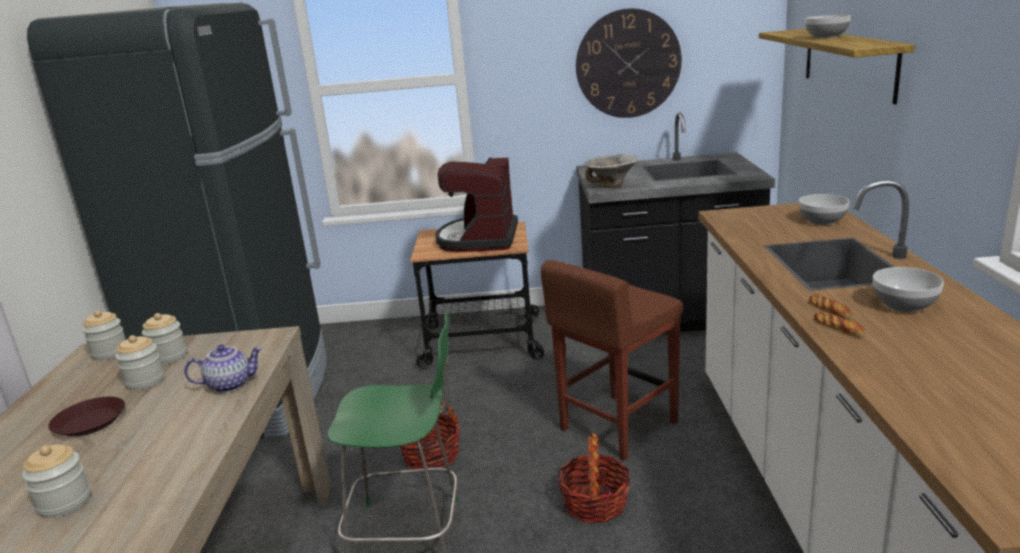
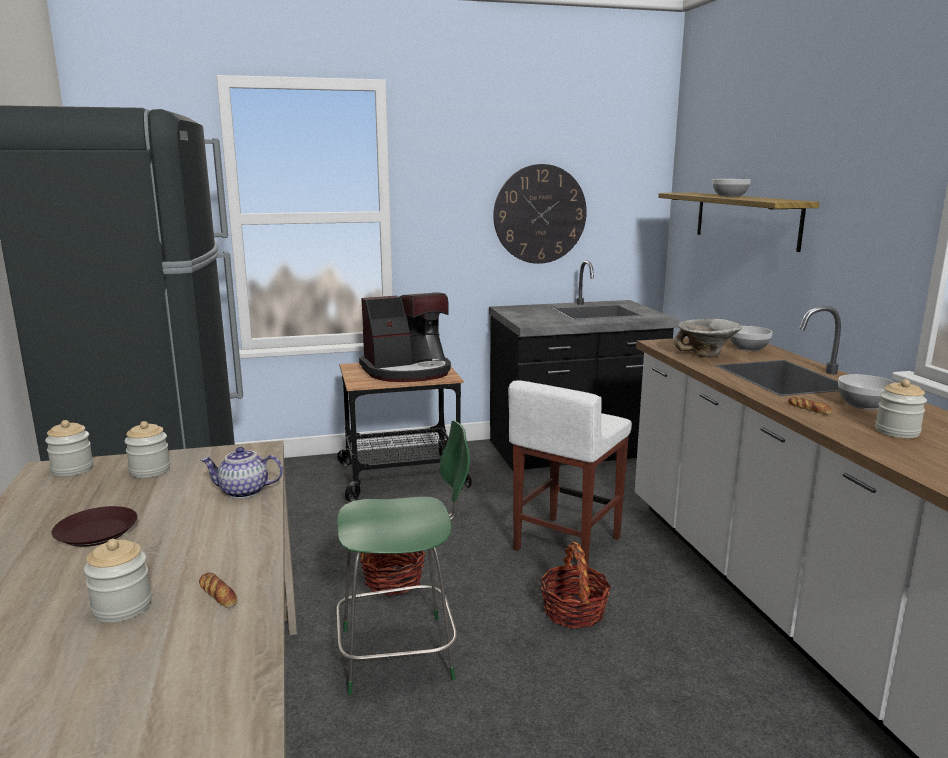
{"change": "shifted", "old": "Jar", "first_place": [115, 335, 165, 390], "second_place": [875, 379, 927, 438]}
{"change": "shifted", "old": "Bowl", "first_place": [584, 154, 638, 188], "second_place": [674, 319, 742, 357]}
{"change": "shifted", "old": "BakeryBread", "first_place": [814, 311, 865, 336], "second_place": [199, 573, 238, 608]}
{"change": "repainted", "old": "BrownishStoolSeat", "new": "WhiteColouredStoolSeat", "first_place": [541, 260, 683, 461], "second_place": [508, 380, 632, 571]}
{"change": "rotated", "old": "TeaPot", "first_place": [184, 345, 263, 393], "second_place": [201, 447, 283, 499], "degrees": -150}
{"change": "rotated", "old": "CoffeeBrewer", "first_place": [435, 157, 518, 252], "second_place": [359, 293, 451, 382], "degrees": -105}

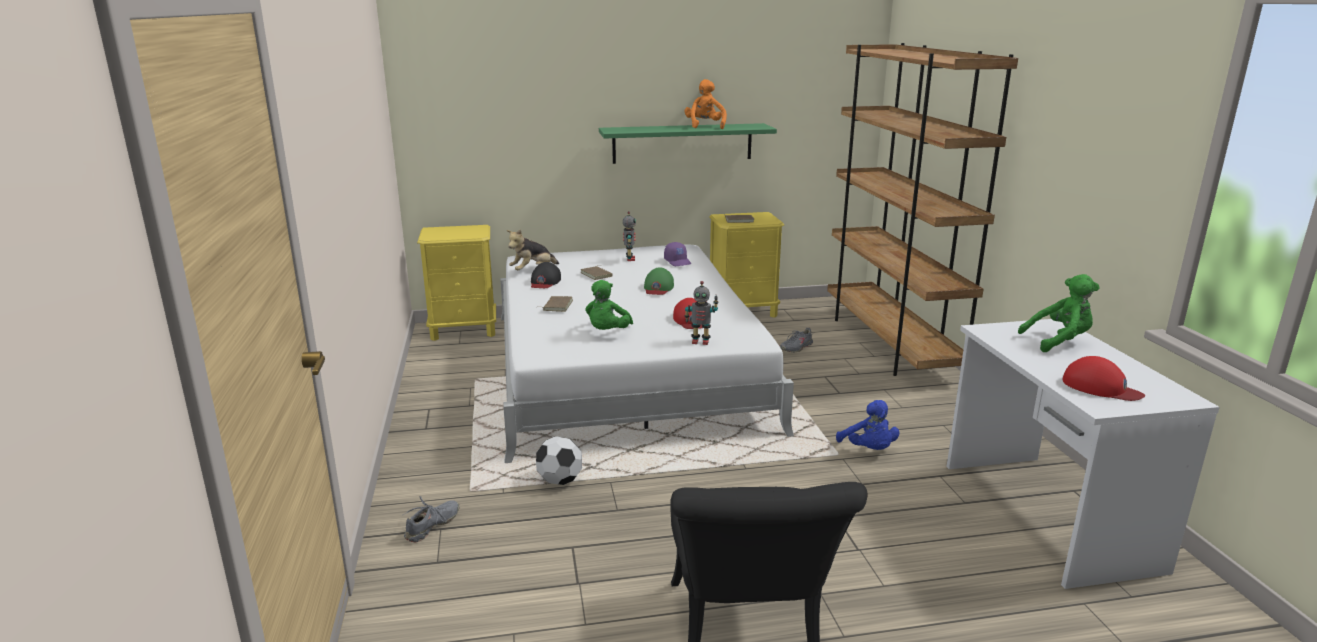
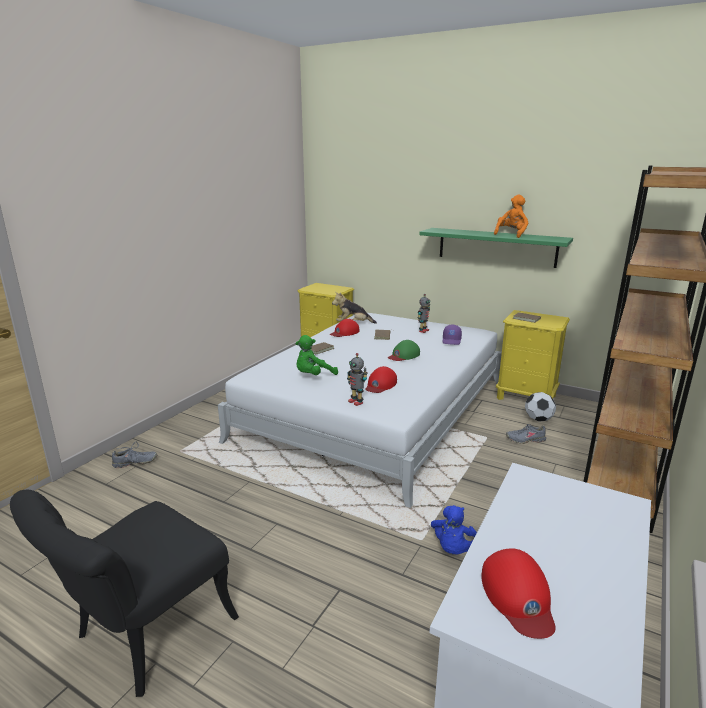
{"change": "gone", "old": "GreenSoftToy", "first_place": [1018, 274, 1099, 352]}
{"change": "shifted", "old": "BallForFootball", "first_place": [536, 436, 582, 485], "second_place": [525, 392, 556, 421]}
{"change": "repainted", "old": "BlackPeakedCap", "new": "RedPeakedCap", "first_place": [531, 262, 561, 288], "second_place": [330, 319, 359, 337]}

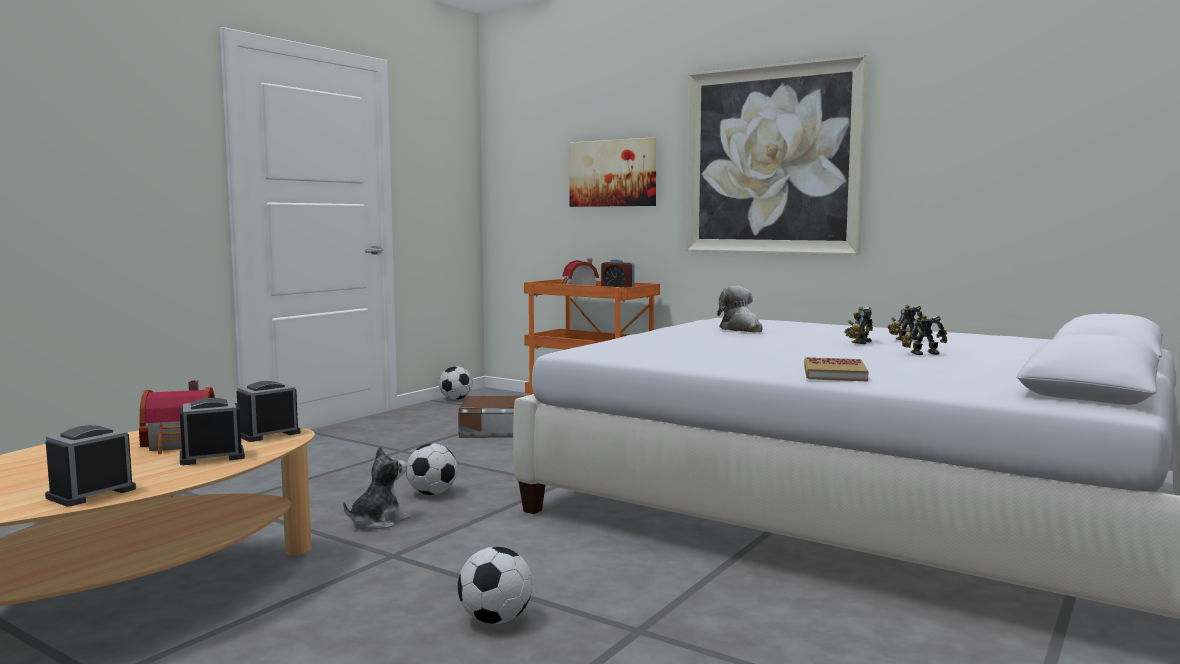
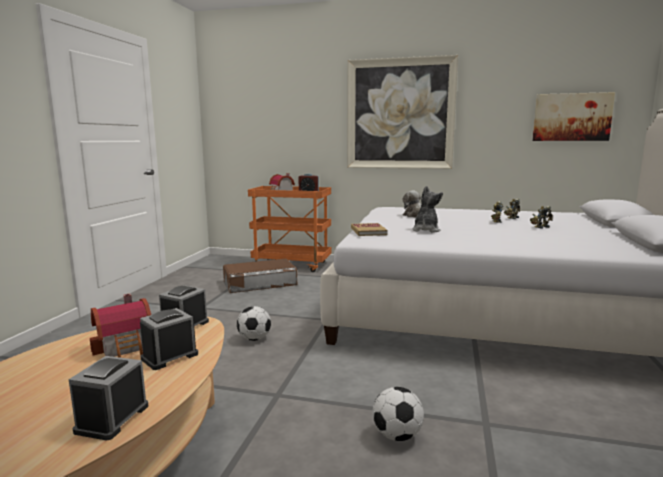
{"change": "gone", "old": "BallForFootball", "first_place": [439, 366, 473, 400]}
{"change": "shifted", "old": "SoftToy", "first_place": [343, 446, 410, 530], "second_place": [412, 186, 443, 233]}
{"change": "shifted", "old": "WallPicture", "first_place": [569, 137, 657, 207], "second_place": [532, 92, 615, 141]}
{"change": "shifted", "old": "BoundBook", "first_place": [804, 357, 868, 382], "second_place": [351, 223, 388, 236]}

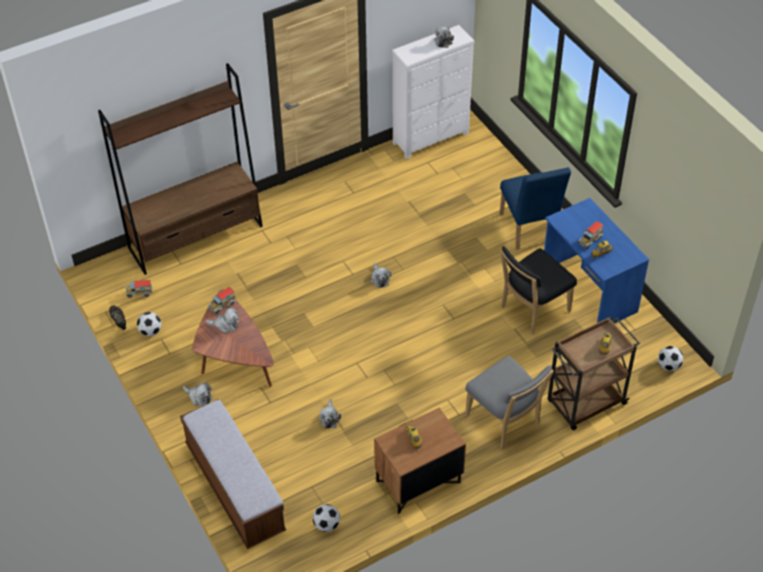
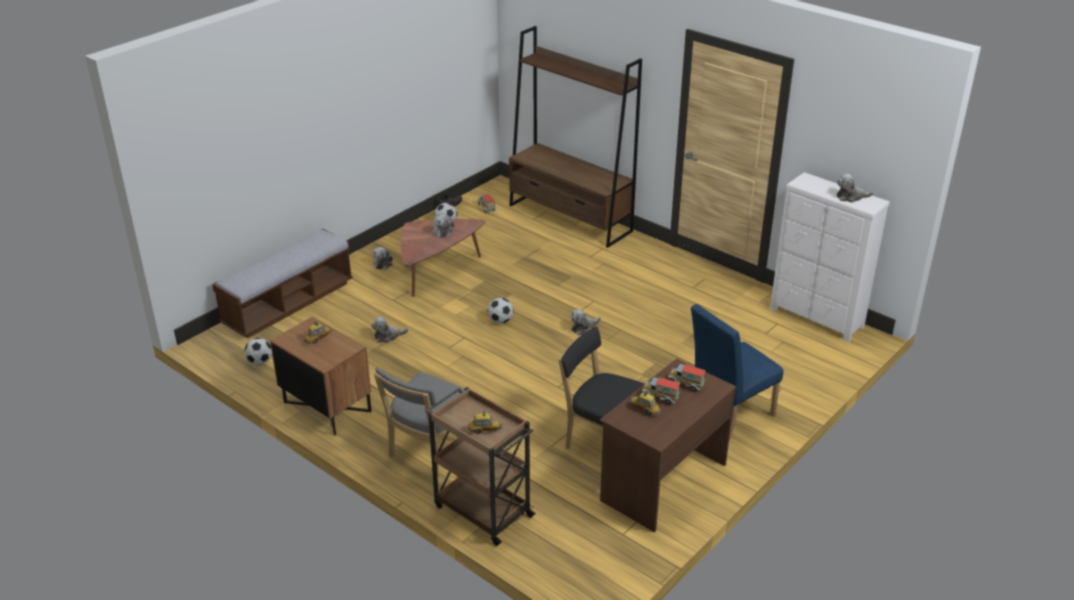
{"change": "shifted", "old": "ToyLorry", "first_place": [208, 287, 236, 314], "second_place": [668, 364, 706, 391]}
{"change": "shifted", "old": "BallForFootball", "first_place": [658, 346, 683, 371], "second_place": [487, 298, 514, 324]}
{"change": "repainted", "old": "BluishDeskUnit", "new": "BrownishDeskUnit", "first_place": [544, 198, 649, 324], "second_place": [600, 358, 736, 532]}

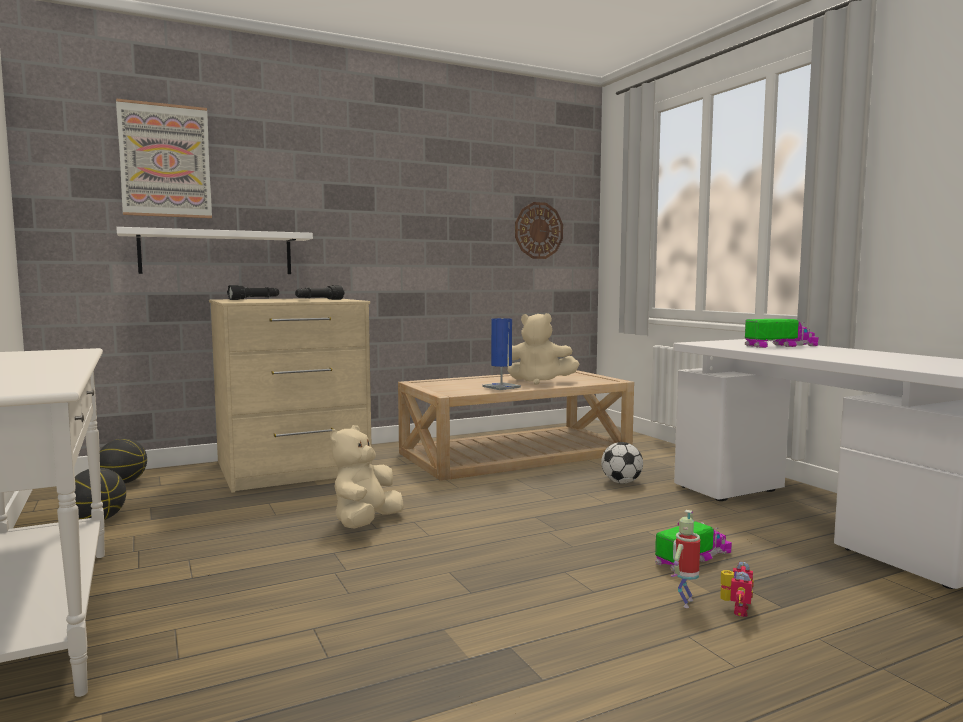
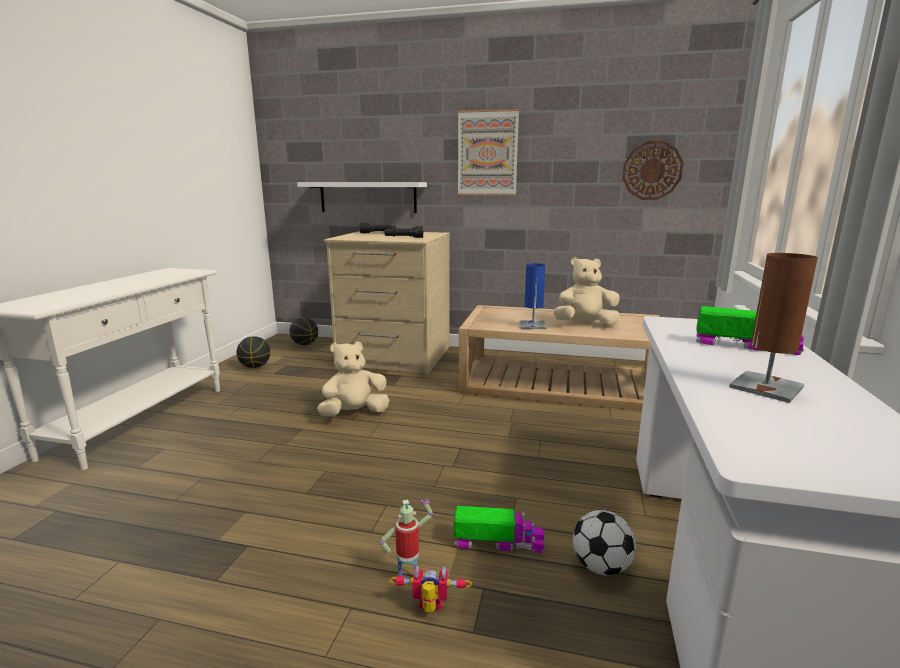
{"change": "new", "new": "BrownishTabletopLamp", "second_place": [729, 253, 818, 403]}
{"change": "shifted", "old": "WallPicture", "first_place": [116, 99, 212, 218], "second_place": [458, 109, 519, 195]}
{"change": "shifted", "old": "BallForFootball", "first_place": [601, 442, 643, 484], "second_place": [573, 510, 636, 576]}
{"change": "rotated", "old": "BeigeColouredSoftToy", "first_place": [507, 313, 580, 385], "second_place": [553, 257, 620, 326], "degrees": 120}
{"change": "rotated", "old": "ModelRobot", "first_place": [721, 562, 754, 617], "second_place": [389, 566, 472, 612], "degrees": -150}

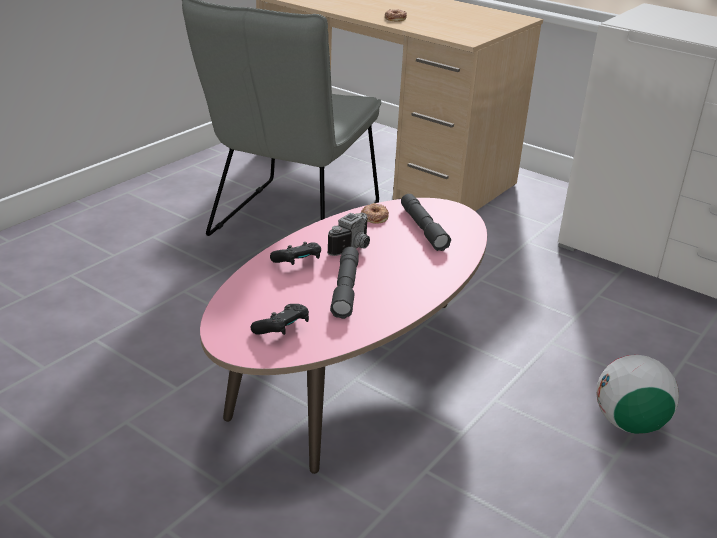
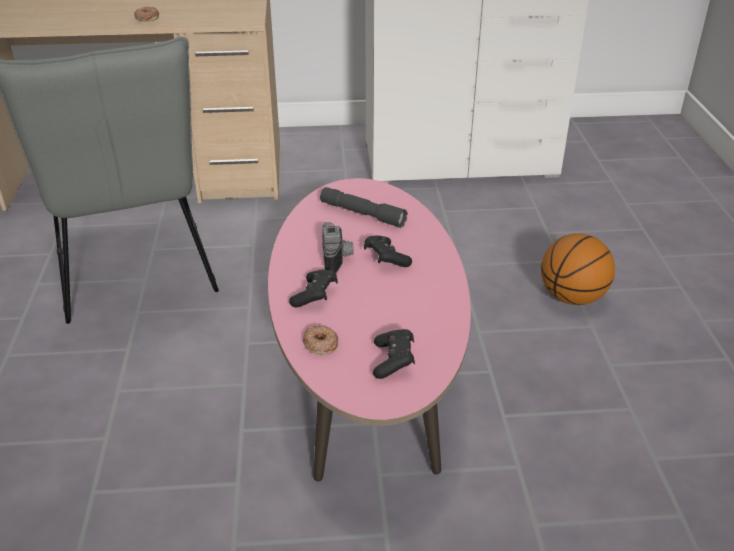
{"change": "gone", "old": "GreyishFlashlight", "first_place": [330, 247, 359, 319]}
{"change": "new", "new": "BlackJoypad", "second_place": [364, 235, 412, 267]}
{"change": "shifted", "old": "RingDoughnut", "first_place": [361, 203, 389, 224], "second_place": [303, 325, 338, 354]}
{"change": "swapped", "old": "BallForFootball", "new": "BasketballBall", "first_place": [596, 355, 679, 434], "second_place": [541, 233, 615, 305]}

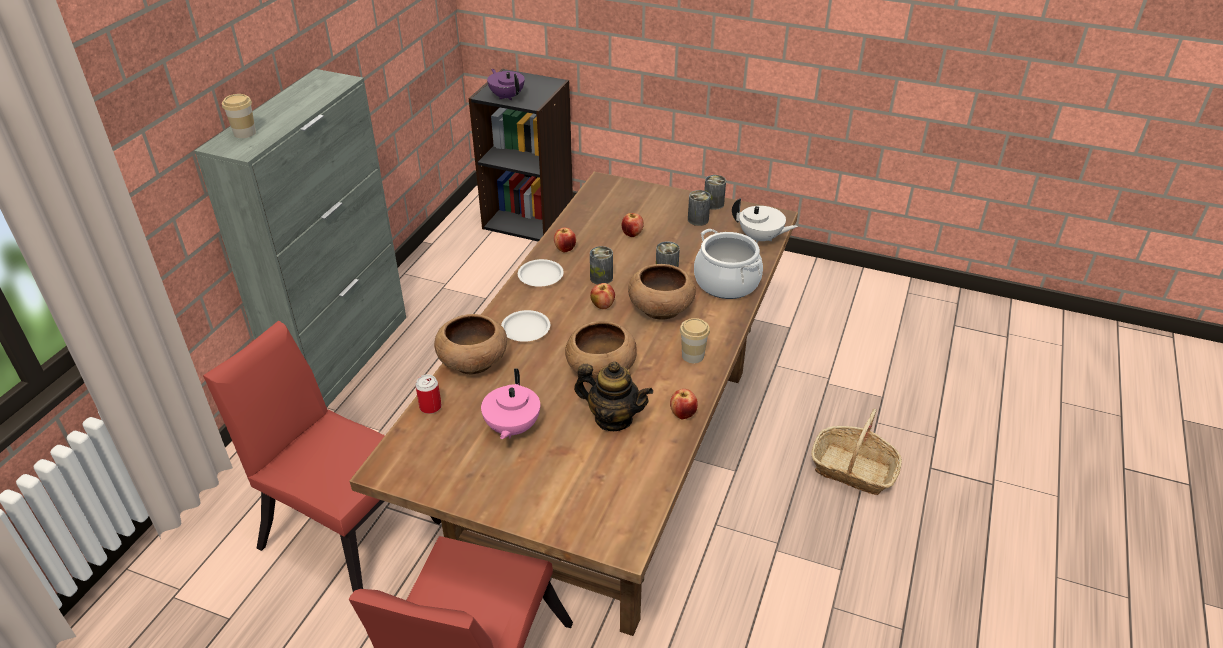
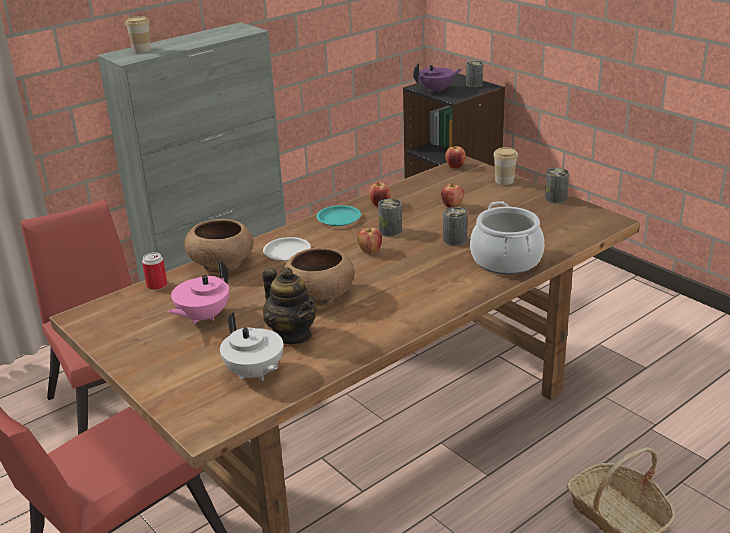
{"change": "gone", "old": "BrownishBowl", "first_place": [628, 264, 696, 320]}
{"change": "shifted", "old": "Apple", "first_place": [670, 389, 698, 419], "second_place": [445, 146, 466, 168]}
{"change": "shifted", "old": "DrinkingCup", "first_place": [680, 318, 710, 363], "second_place": [493, 147, 518, 185]}
{"change": "shifted", "old": "SealedCan", "first_place": [688, 190, 711, 226], "second_place": [466, 61, 483, 87]}
{"change": "shifted", "old": "WhiteColouredTeaPot", "first_place": [732, 198, 798, 243], "second_place": [220, 312, 283, 381]}
{"change": "repainted", "old": "WhiteColouredFlatDish", "new": "BlueGreenFlatDish", "first_place": [518, 259, 564, 287], "second_place": [316, 205, 361, 226]}
{"change": "rotated", "old": "PurplishTeaPot", "first_place": [487, 69, 525, 100], "second_place": [413, 63, 461, 94], "degrees": 75}

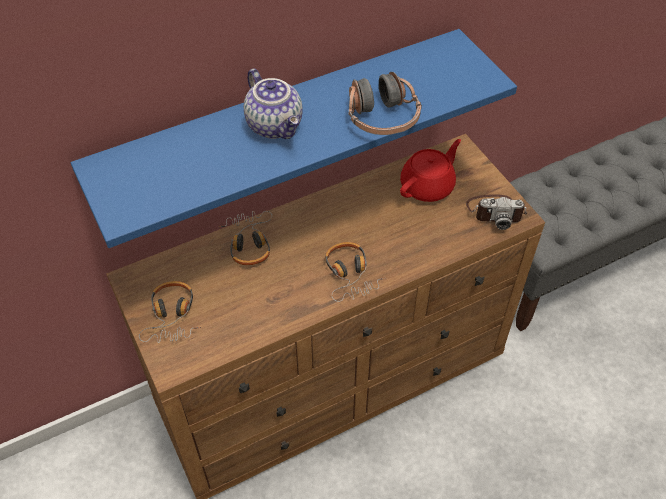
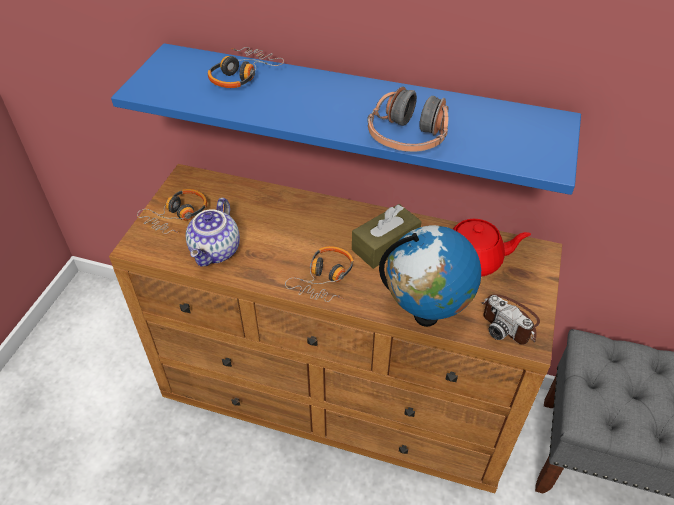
{"change": "new", "new": "BrownishBoxOfTissues", "second_place": [352, 204, 422, 269]}
{"change": "new", "new": "WorldGlobe", "second_place": [379, 225, 481, 327]}
{"change": "shifted", "old": "Headset", "first_place": [219, 211, 272, 265], "second_place": [208, 47, 284, 88]}
{"change": "shifted", "old": "TeaPot", "first_place": [244, 68, 303, 139], "second_place": [186, 198, 240, 267]}

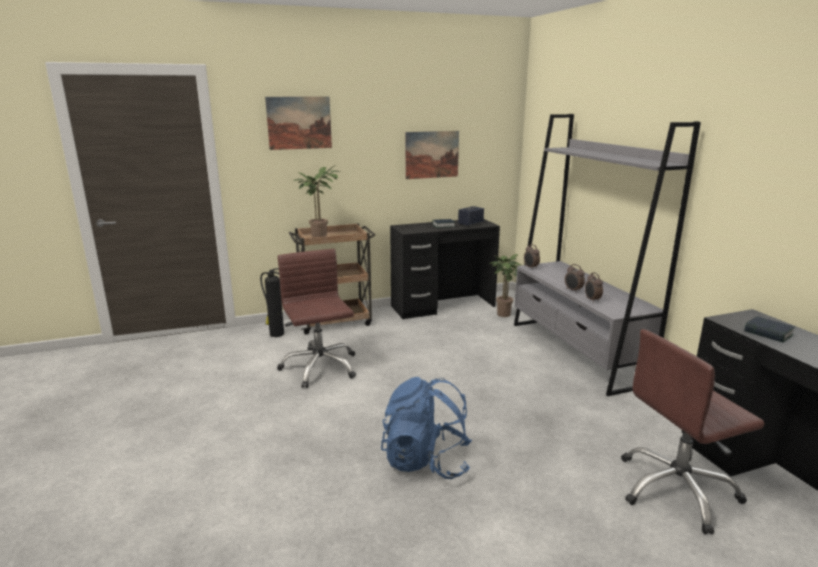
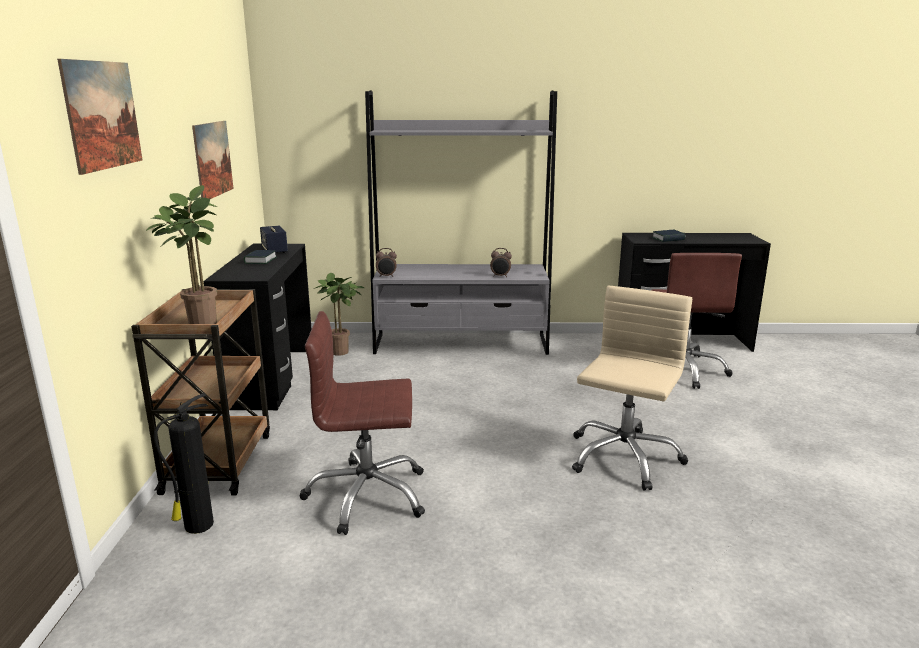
{"change": "gone", "old": "TableClock", "first_place": [565, 264, 585, 293]}
{"change": "swapped", "old": "BluishKnapsack", "new": "BeigeColouredOfficeChair", "first_place": [381, 377, 472, 479], "second_place": [572, 286, 692, 491]}

